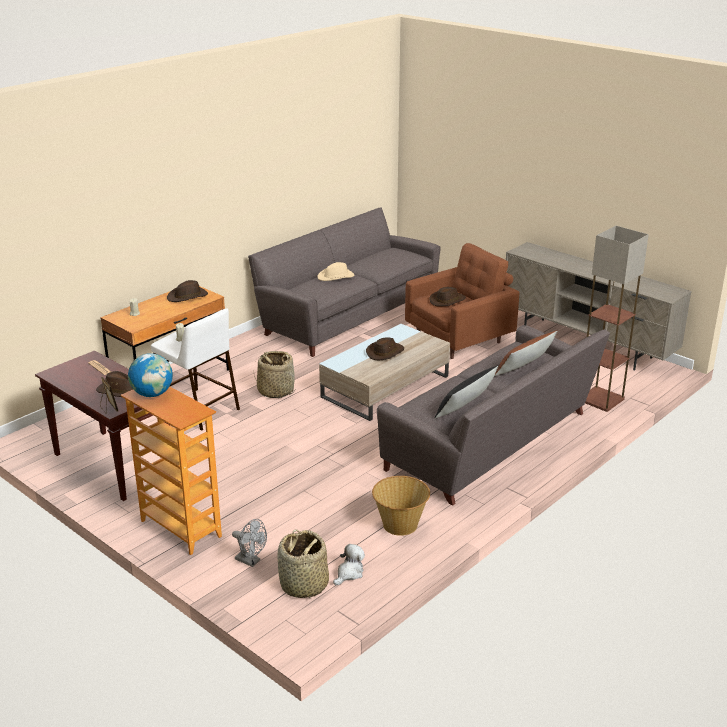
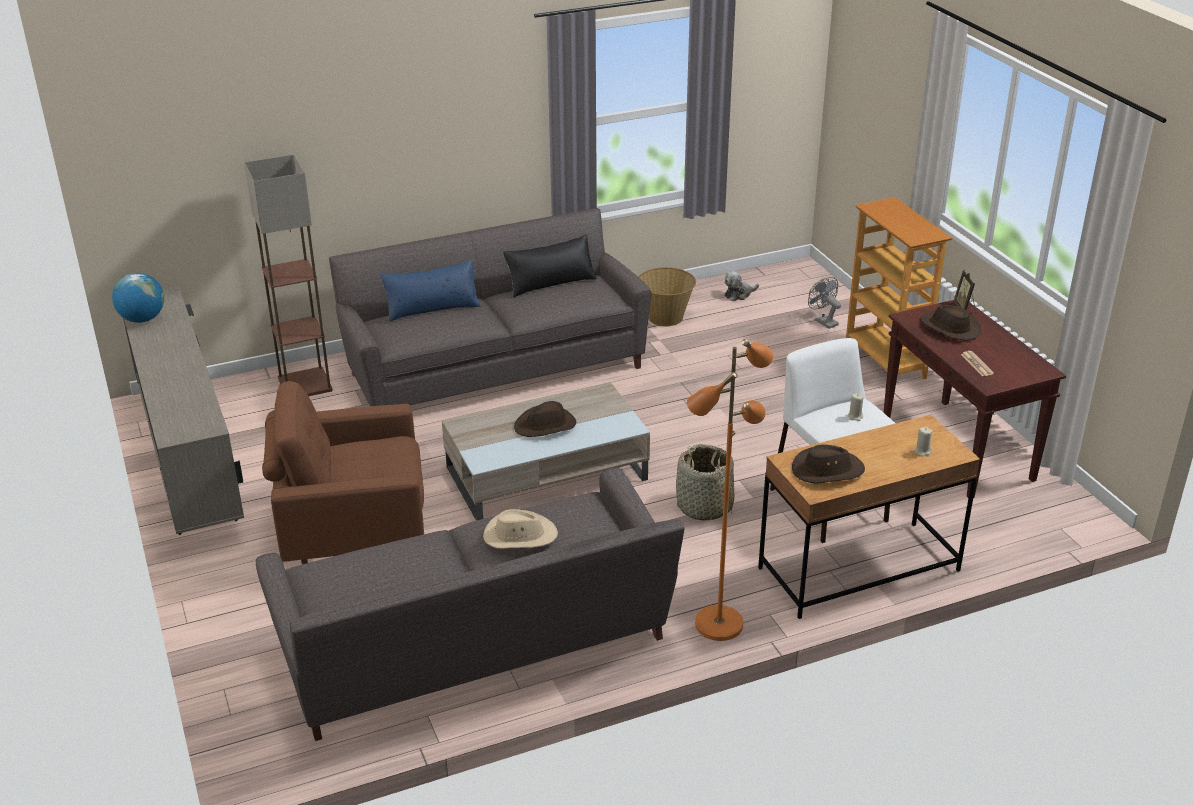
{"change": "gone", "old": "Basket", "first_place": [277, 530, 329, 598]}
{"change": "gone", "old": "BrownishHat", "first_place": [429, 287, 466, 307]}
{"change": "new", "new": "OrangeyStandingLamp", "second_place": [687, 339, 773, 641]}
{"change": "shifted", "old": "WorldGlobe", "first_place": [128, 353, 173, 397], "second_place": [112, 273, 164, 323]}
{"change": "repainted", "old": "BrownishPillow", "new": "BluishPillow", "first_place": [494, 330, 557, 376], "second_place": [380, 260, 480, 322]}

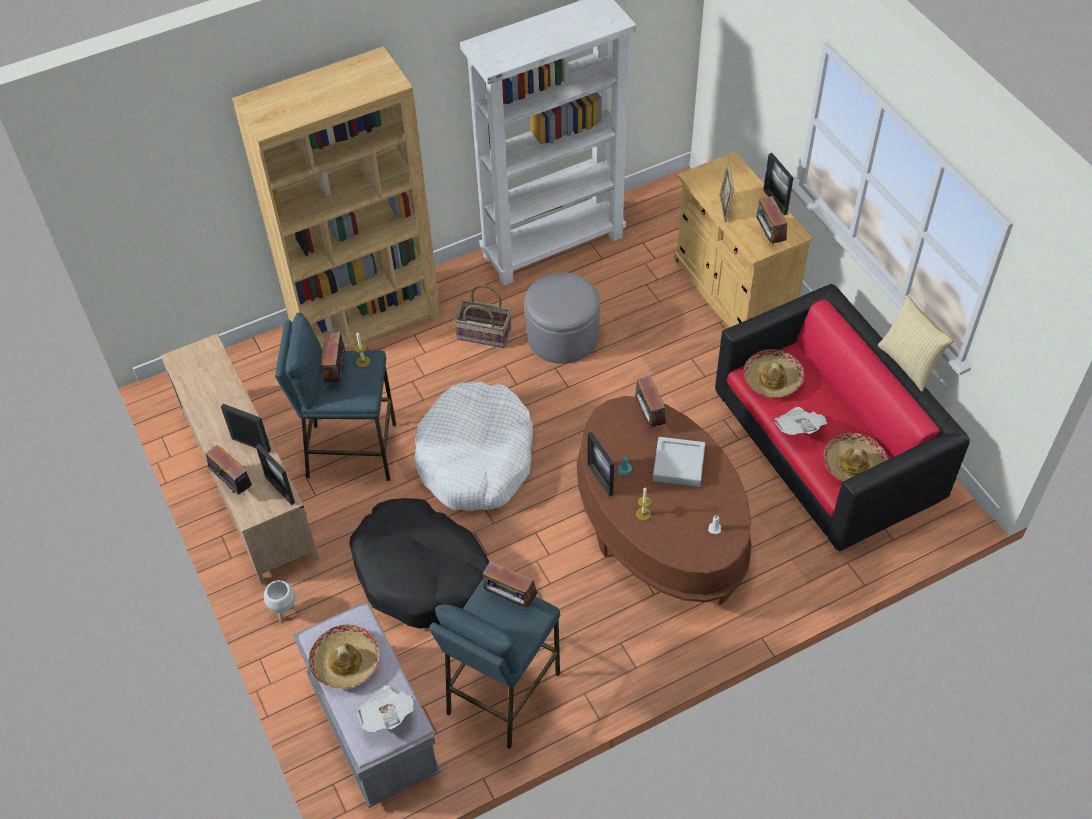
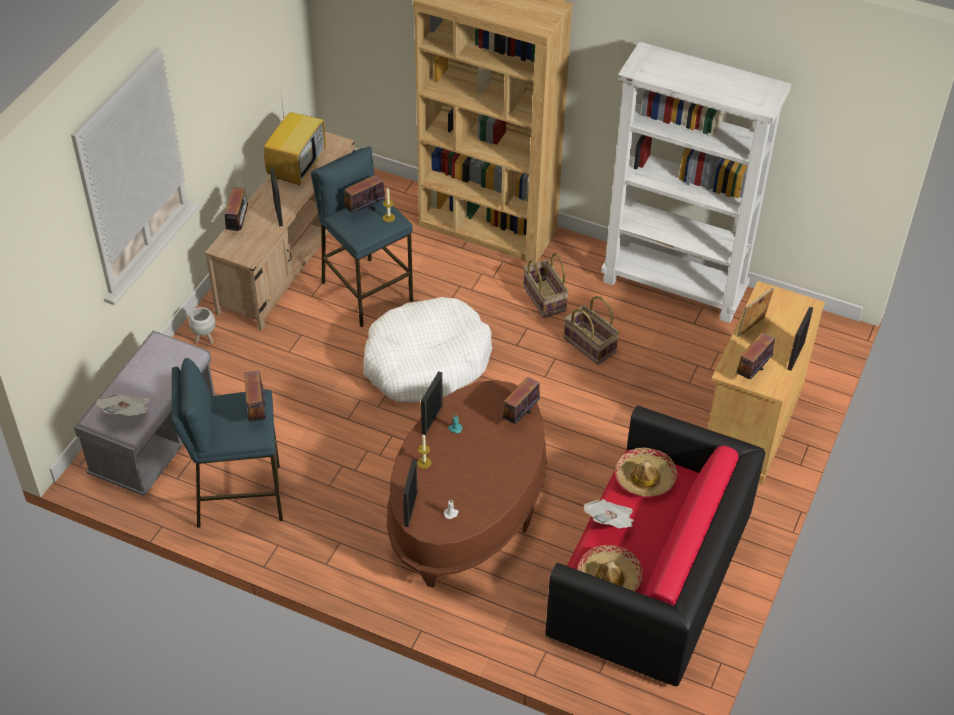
{"change": "gone", "old": "Hat", "first_place": [309, 624, 380, 689]}
{"change": "gone", "old": "BlackPetBed", "first_place": [350, 498, 489, 628]}
{"change": "gone", "old": "GreyishCarryingTray", "first_place": [653, 437, 705, 487]}
{"change": "gone", "old": "Pillow", "first_place": [878, 296, 954, 392]}
{"change": "new", "new": "Tv", "second_place": [264, 94, 326, 185]}
{"change": "shifted", "old": "PictureFrame", "first_place": [256, 444, 295, 505], "second_place": [403, 459, 417, 527]}
{"change": "swapped", "old": "GreyishOttoman", "new": "Basket", "first_place": [524, 272, 600, 364], "second_place": [564, 296, 619, 365]}

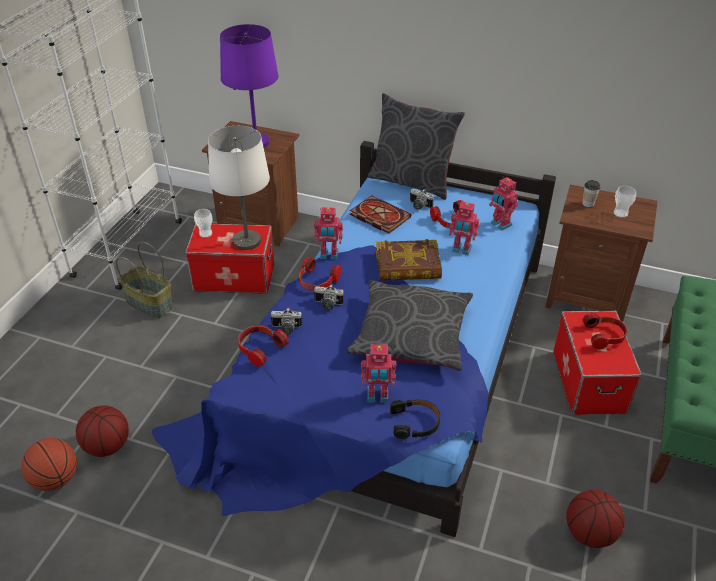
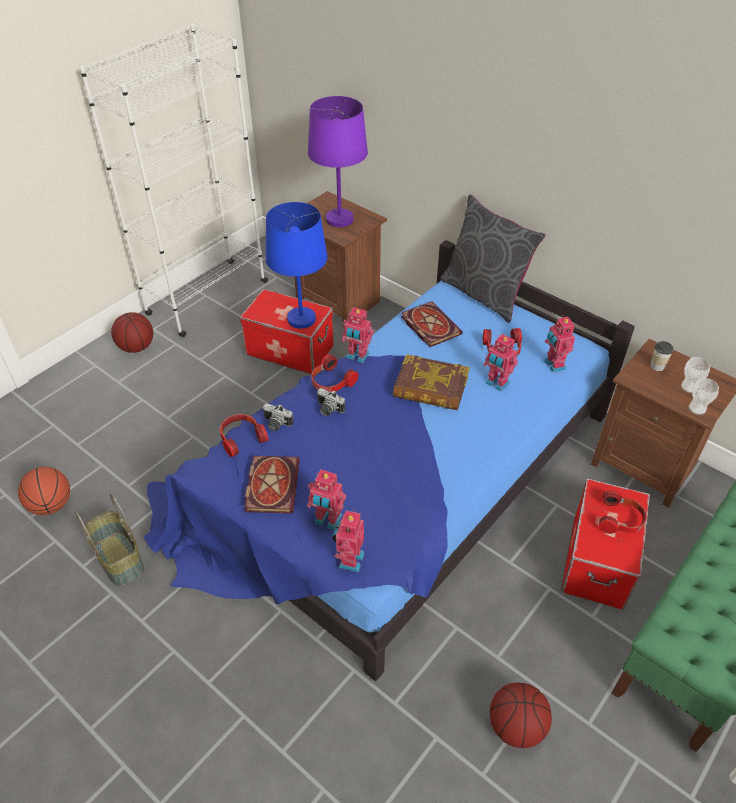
{"change": "gone", "old": "GreyishPillow", "first_place": [347, 280, 473, 371]}
{"change": "gone", "old": "StillCamera", "first_place": [410, 189, 434, 210]}
{"change": "new", "new": "BoundBook", "second_place": [244, 456, 300, 513]}
{"change": "shifted", "old": "BasketballBall", "first_place": [76, 405, 129, 457], "second_place": [111, 312, 153, 353]}
{"change": "shifted", "old": "Basket", "first_place": [116, 242, 174, 319], "second_place": [75, 493, 144, 586]}
{"change": "shifted", "old": "DrinkingCup", "first_place": [194, 209, 213, 238], "second_place": [689, 378, 719, 415]}
{"change": "swapped", "old": "BlackHeadset", "new": "ModelRobot", "first_place": [390, 399, 440, 439], "second_place": [332, 509, 365, 572]}
{"change": "repainted", "old": "WhiteColouredTabletopLamp", "new": "BluishTabletopLamp", "first_place": [208, 126, 270, 250], "second_place": [266, 202, 328, 329]}

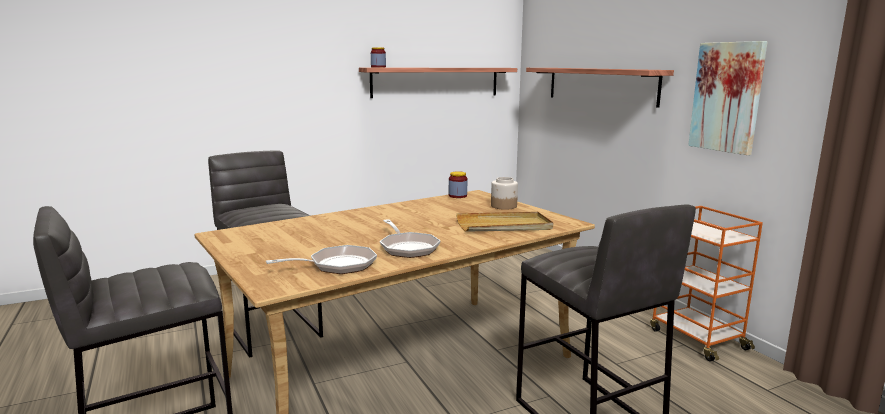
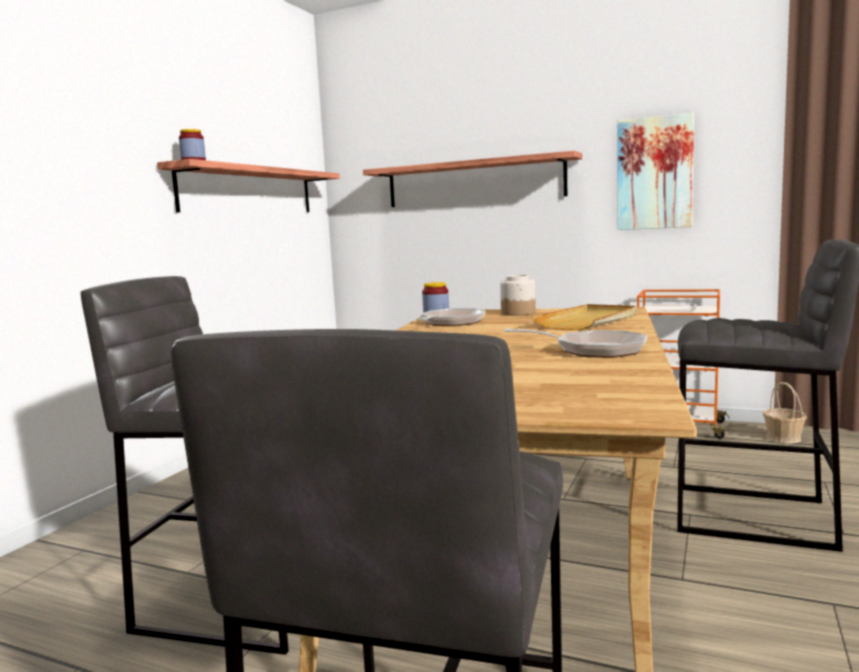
{"change": "new", "new": "Basket", "second_place": [763, 382, 807, 443]}
{"change": "shifted", "old": "Skillet", "first_place": [266, 245, 377, 274], "second_place": [418, 308, 486, 326]}

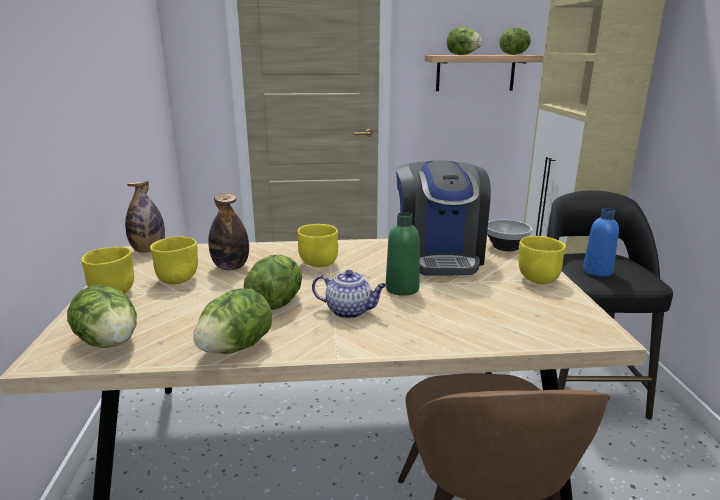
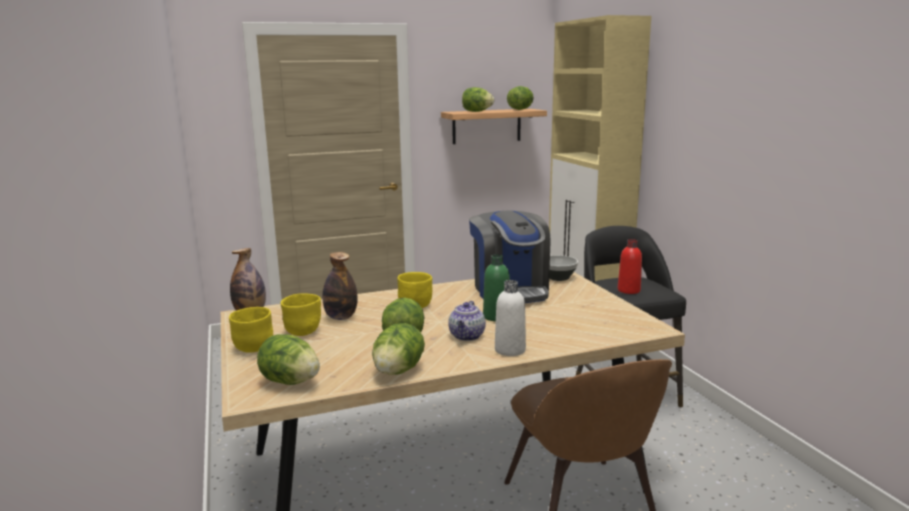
{"change": "gone", "old": "YellowColouredBowl", "first_place": [518, 236, 566, 284]}
{"change": "new", "new": "WhiteColouredBeverageBottle", "second_place": [495, 280, 526, 356]}
{"change": "repainted", "old": "BluishBeverageBottle", "new": "RedBeverageBottle", "first_place": [583, 208, 619, 277], "second_place": [618, 239, 642, 294]}
{"change": "rotated", "old": "TeaPot", "first_place": [312, 270, 387, 319], "second_place": [448, 301, 486, 341], "degrees": 105}

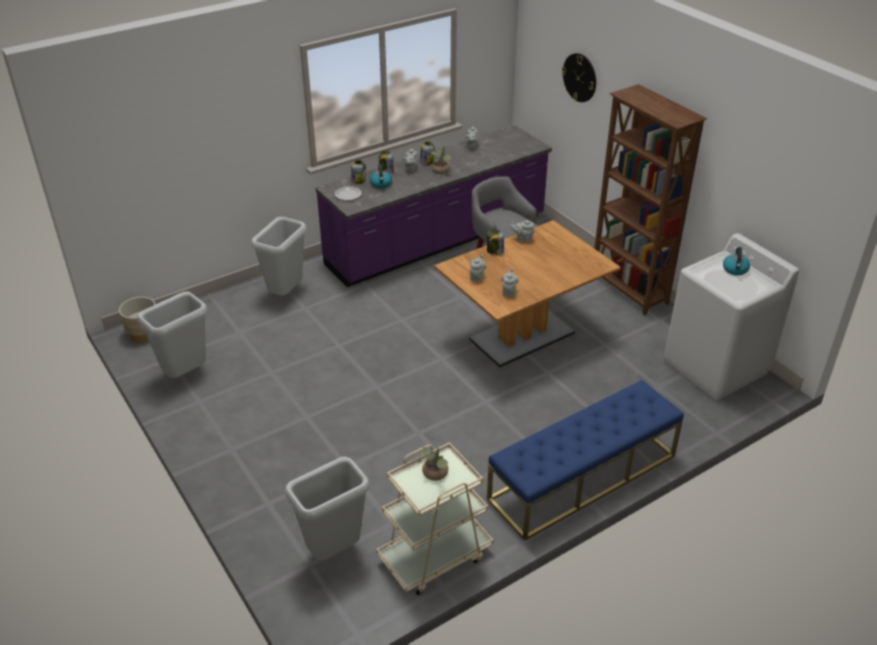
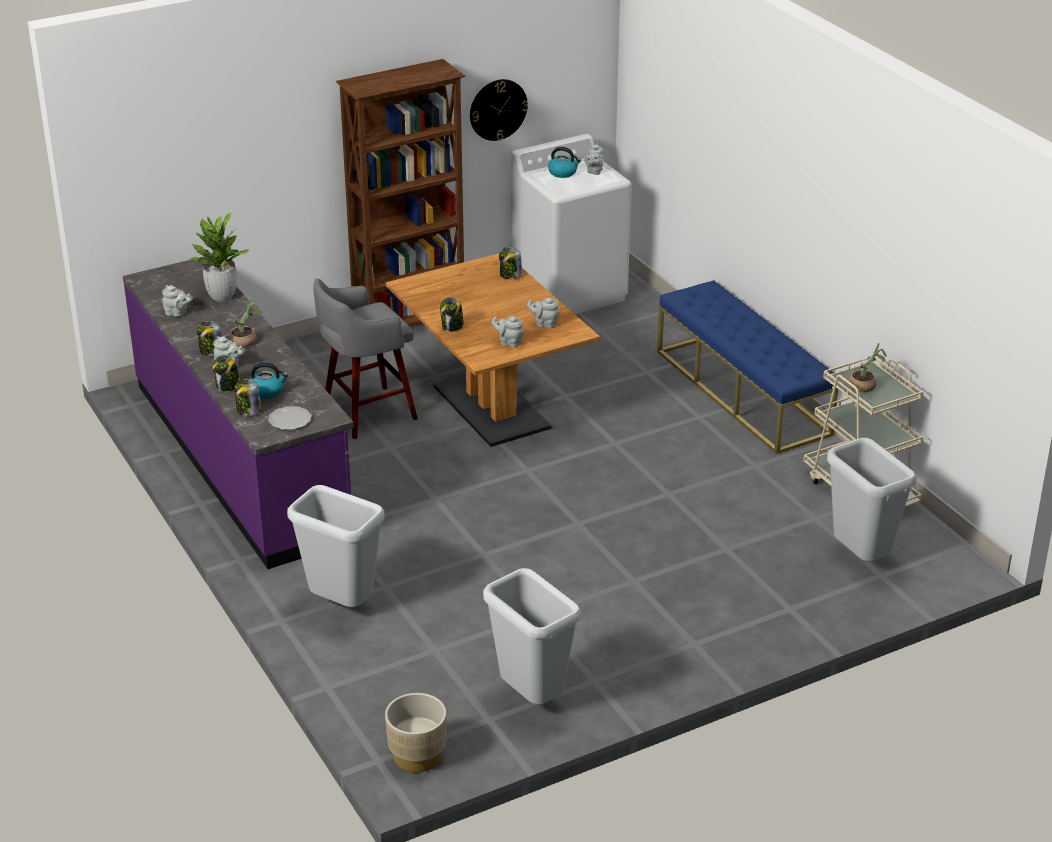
{"change": "new", "new": "PlantInAPot", "second_place": [189, 212, 250, 302]}
{"change": "new", "new": "Jar", "second_place": [499, 247, 522, 279]}
{"change": "shifted", "old": "GreyishTeaPot", "first_place": [510, 220, 535, 243], "second_place": [584, 143, 604, 175]}
{"change": "shifted", "old": "HangingClock", "first_place": [562, 53, 596, 102], "second_place": [470, 79, 528, 141]}

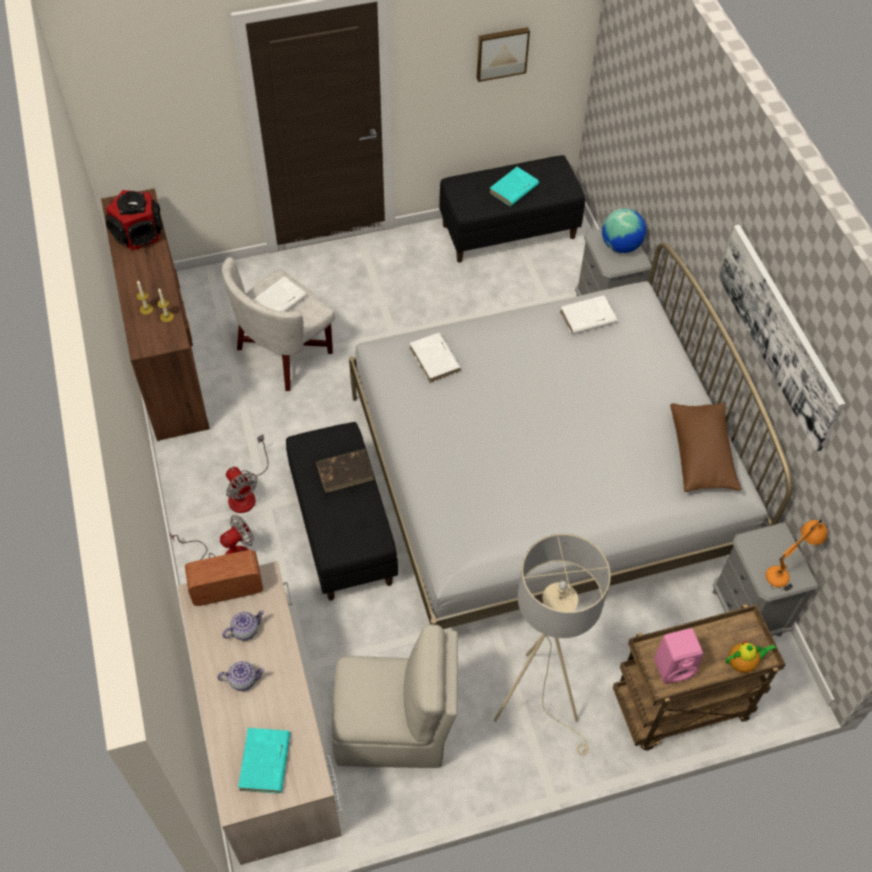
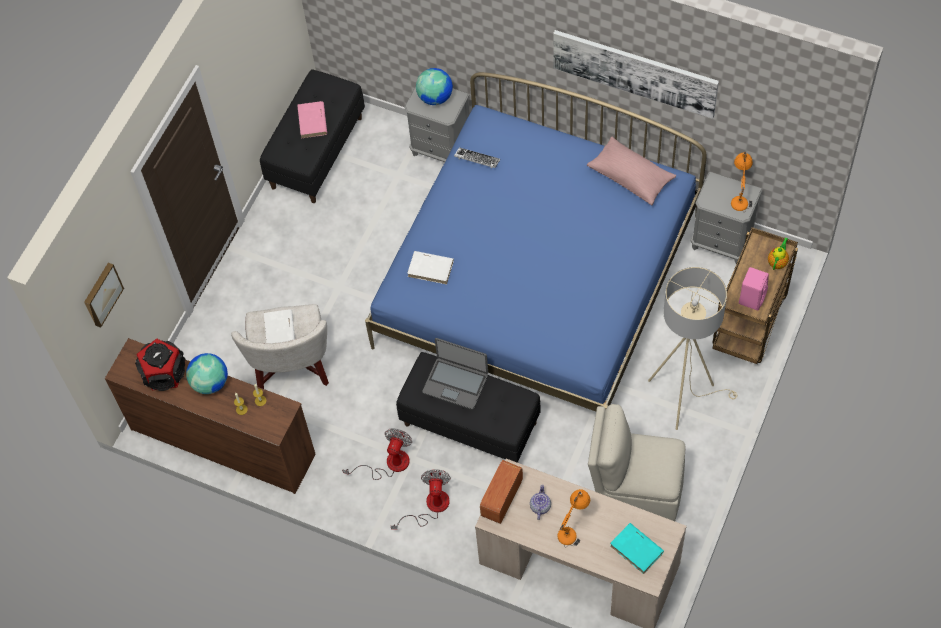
{"change": "new", "new": "WorldGlobe", "second_place": [186, 353, 228, 394]}
{"change": "shifted", "old": "WallPicture", "first_place": [476, 27, 530, 82], "second_place": [84, 263, 124, 328]}
{"change": "swapped", "old": "TeaPot", "new": "OrangeyTabletopLamp", "first_place": [217, 661, 265, 691], "second_place": [557, 489, 590, 547]}
{"change": "swapped", "old": "BrownishBoundBook", "new": "NotebookComputer", "first_place": [316, 449, 374, 493], "second_place": [422, 338, 488, 410]}
{"change": "swapped", "old": "WhiteColouredBoundBook", "new": "PcKeyboard", "first_place": [560, 295, 617, 335], "second_place": [454, 147, 500, 168]}
{"change": "repainted", "old": "WhiteColouredSleepingBed", "new": "BluishSleepingBed", "first_place": [349, 242, 793, 629], "second_place": [365, 72, 707, 411]}
{"change": "repainted", "old": "BlueGreenBoundBook", "new": "PinkBoundBook", "first_place": [489, 167, 539, 206], "second_place": [297, 101, 327, 138]}
{"change": "repainted", "old": "BrownishPillow", "new": "PinkPillow", "first_place": [670, 403, 742, 492], "second_place": [587, 137, 676, 205]}
{"change": "rotated", "old": "ElectricFan", "first_place": [226, 434, 268, 513], "second_place": [342, 428, 412, 480], "degrees": -75}
{"change": "rotated", "old": "BeigeColouredUprightChair", "first_place": [332, 624, 458, 768], "second_place": [588, 404, 686, 521], "degrees": -120}

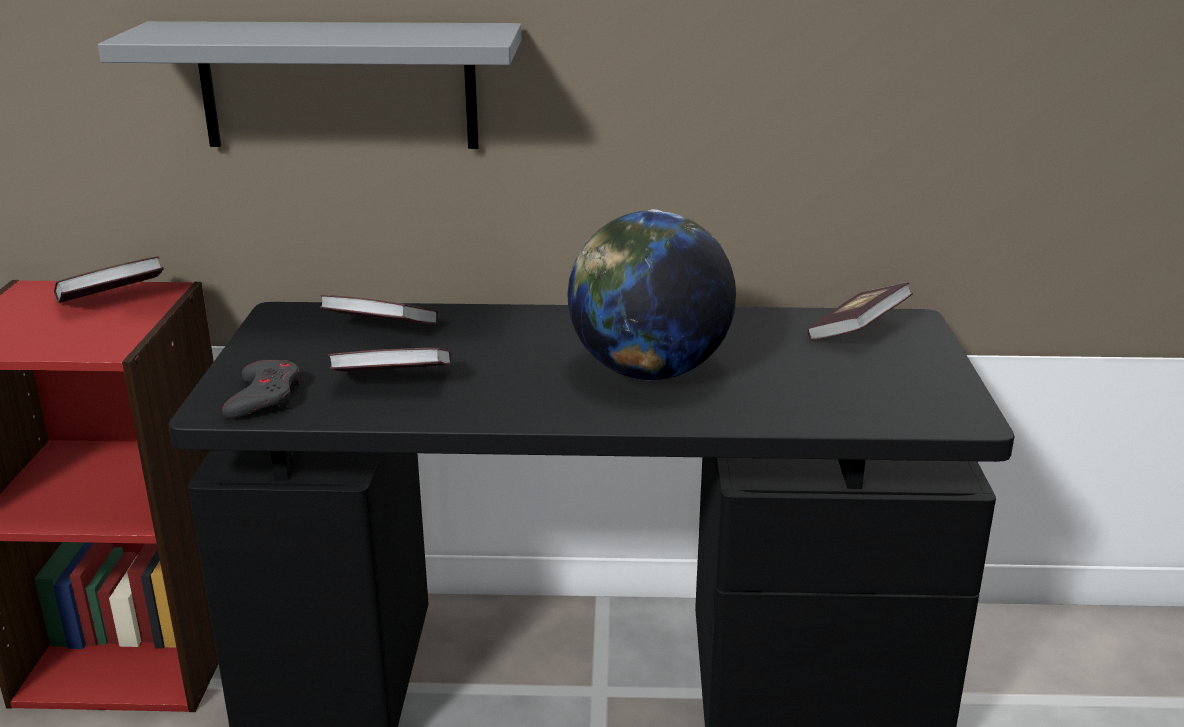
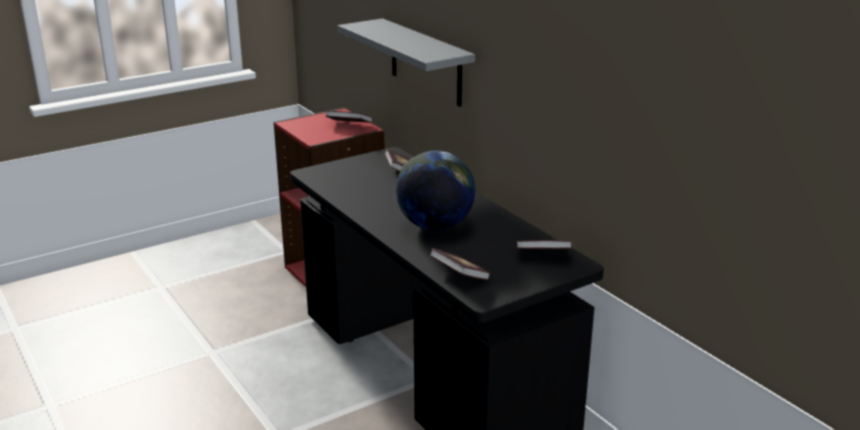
{"change": "gone", "old": "GreyishJoypad", "first_place": [222, 360, 300, 419]}
{"change": "shifted", "old": "BoundBook", "first_place": [328, 348, 452, 372], "second_place": [429, 248, 490, 280]}

